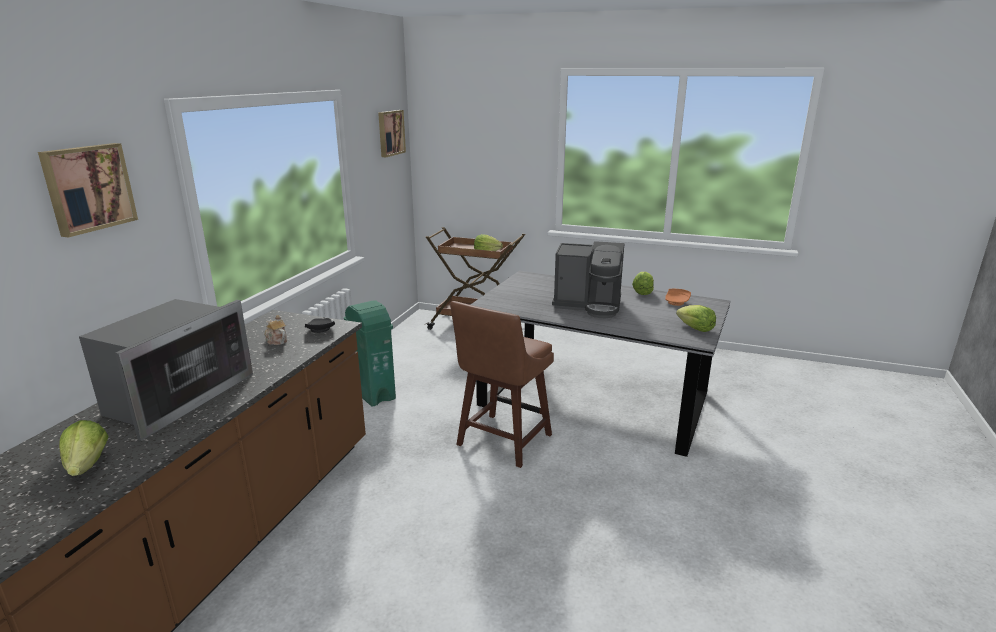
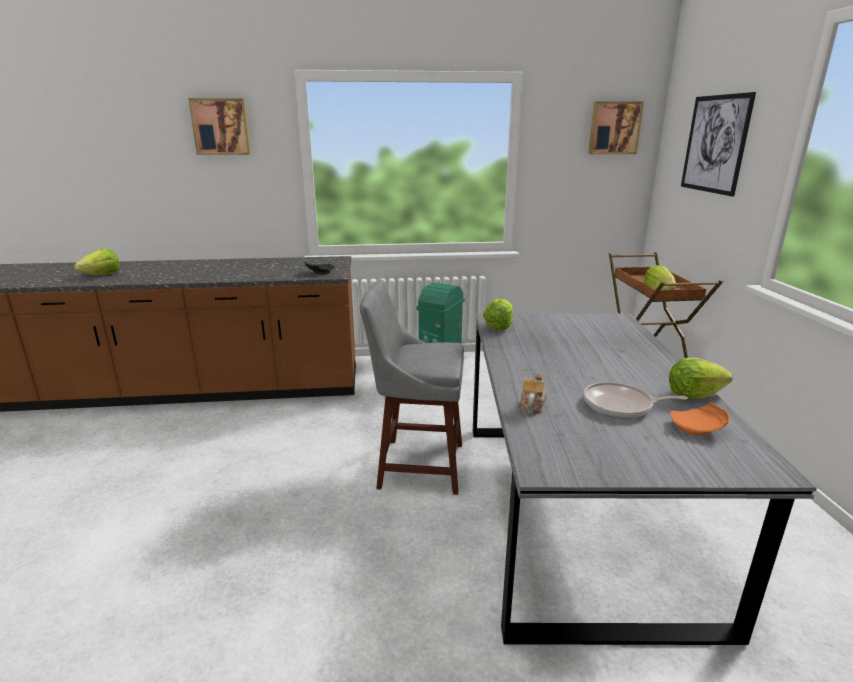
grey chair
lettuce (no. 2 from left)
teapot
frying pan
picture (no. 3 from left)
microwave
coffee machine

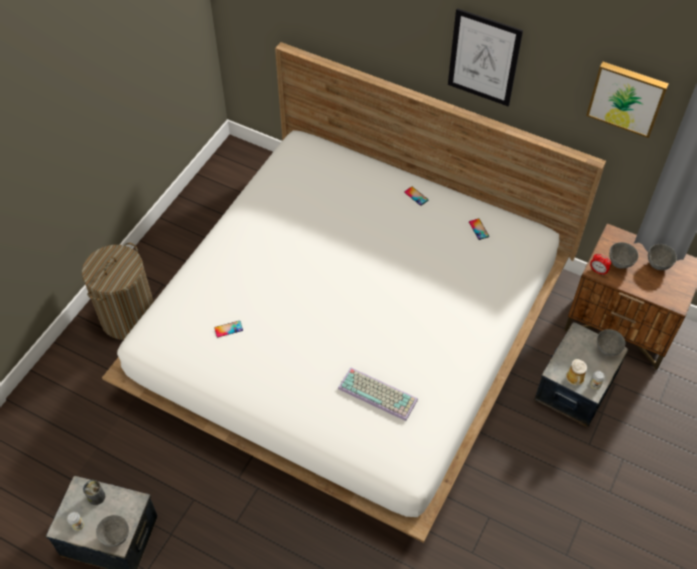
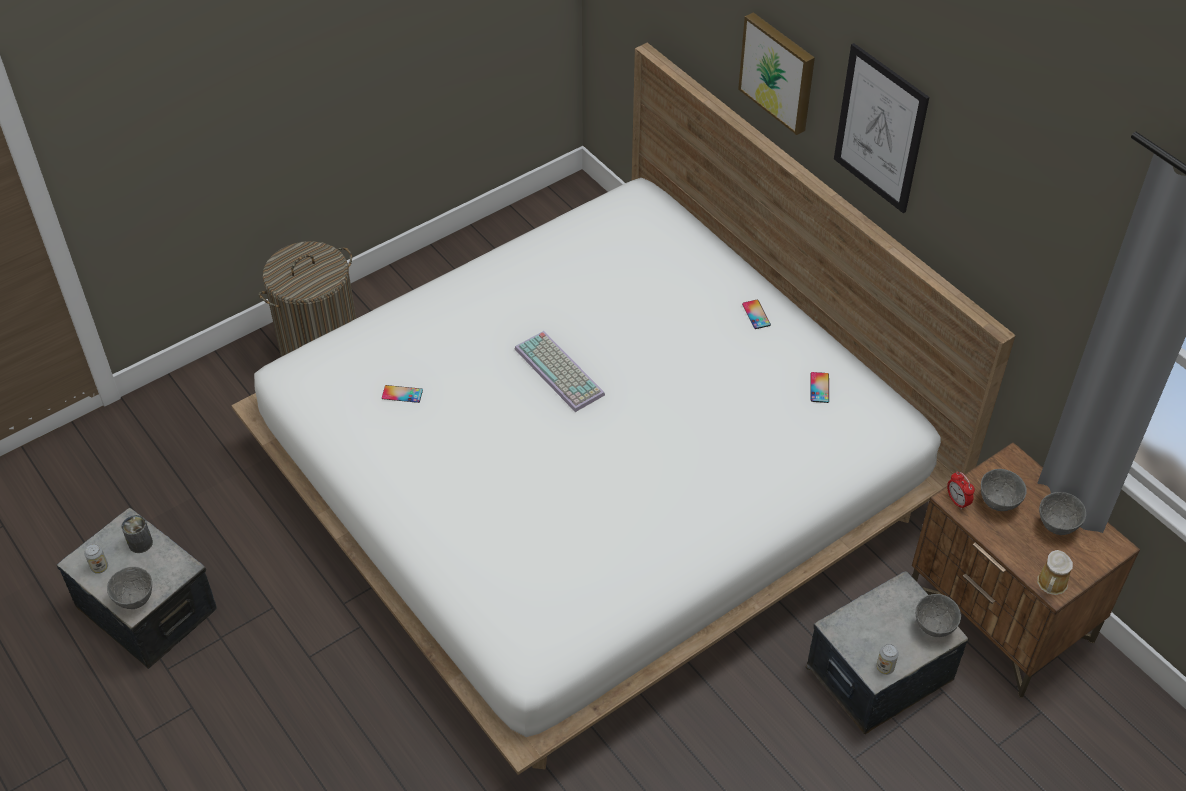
keyboard
picture (no. 1 from left)
mug

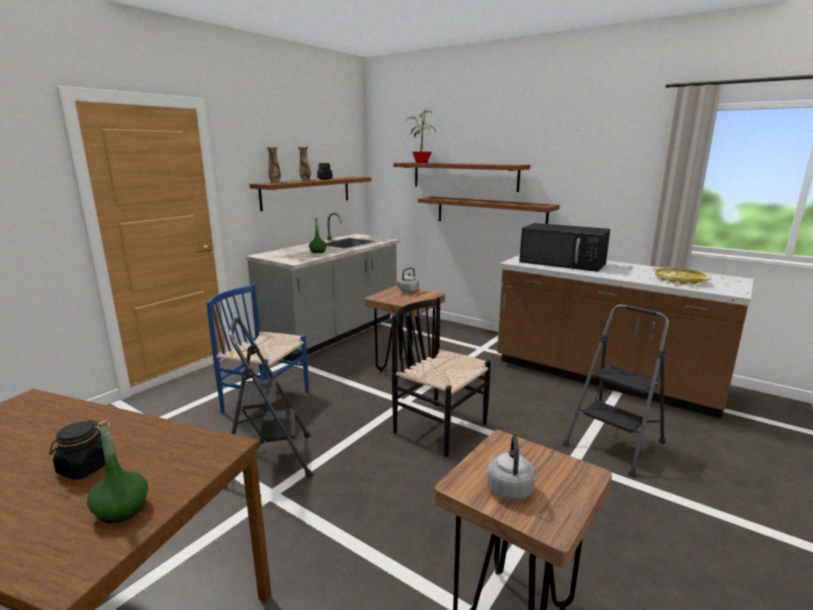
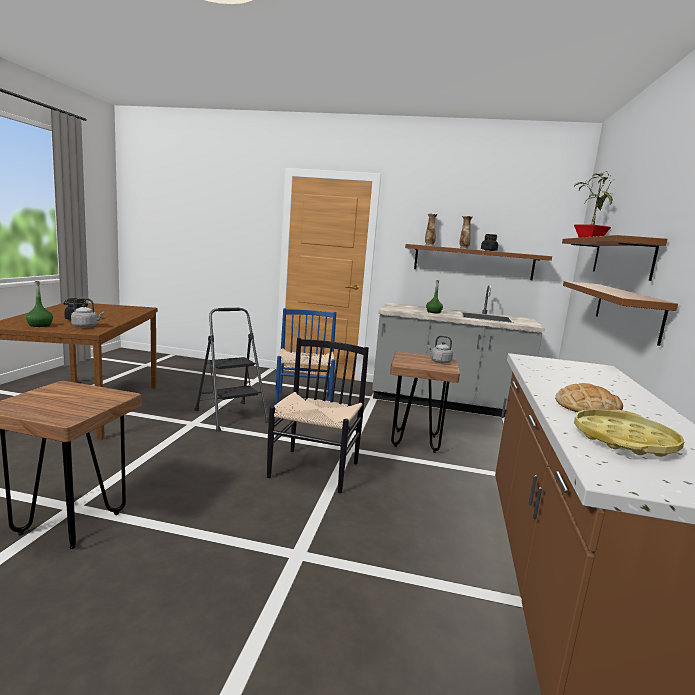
grey kettle (no. 1 from left)
bread
black microwave
black step ladder (no. 2 from left in the first image)

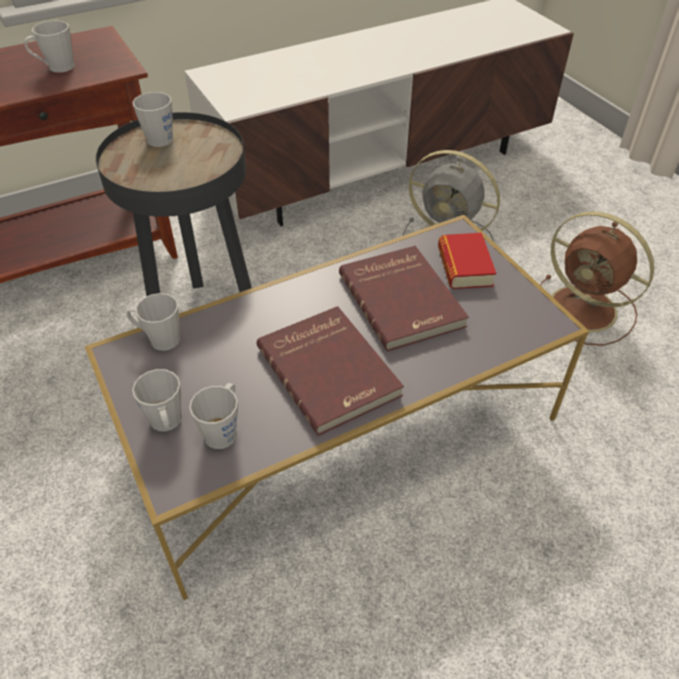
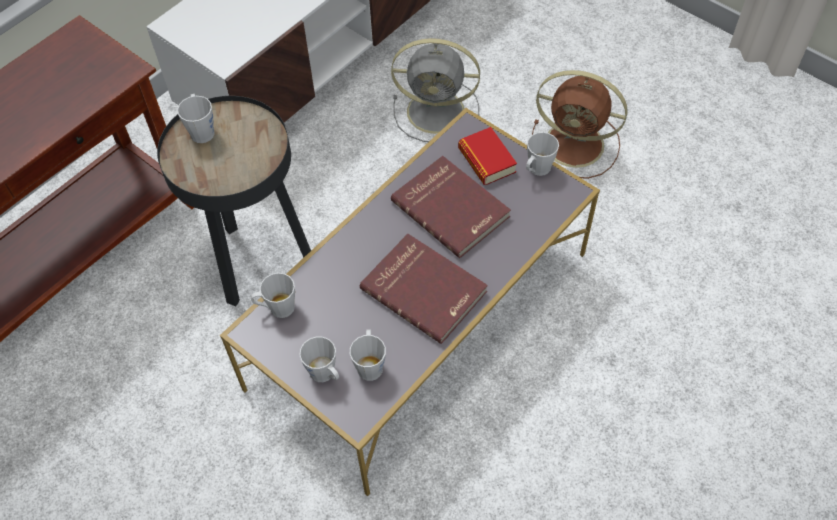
grey mug (no. 5 from left)

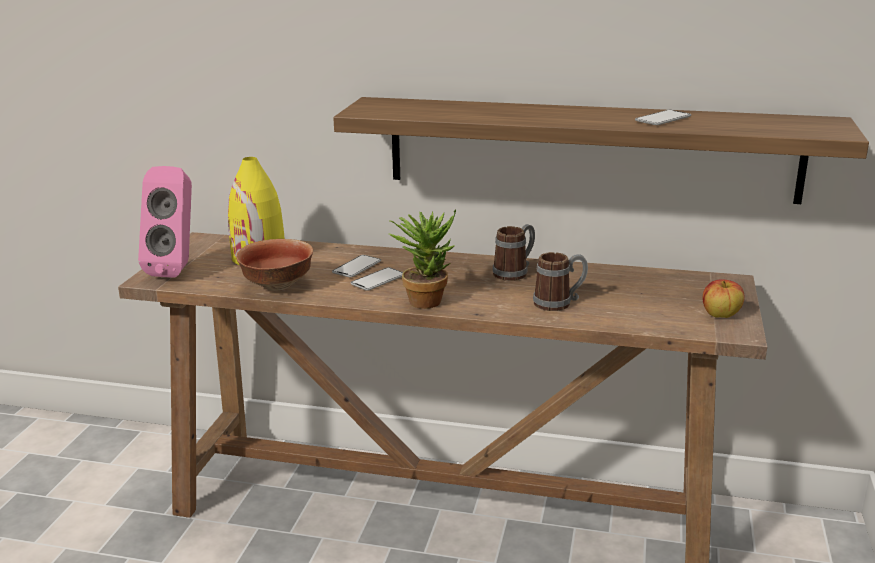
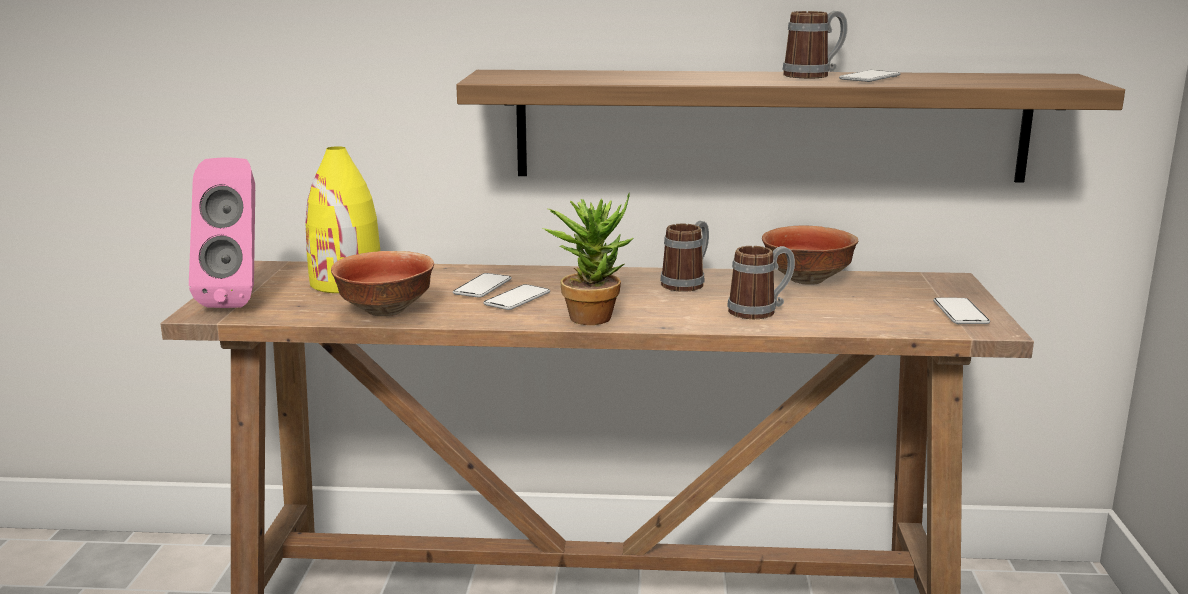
bowl (no. 2 from left)
mug (no. 3 from left)
phone (no. 4 from left)

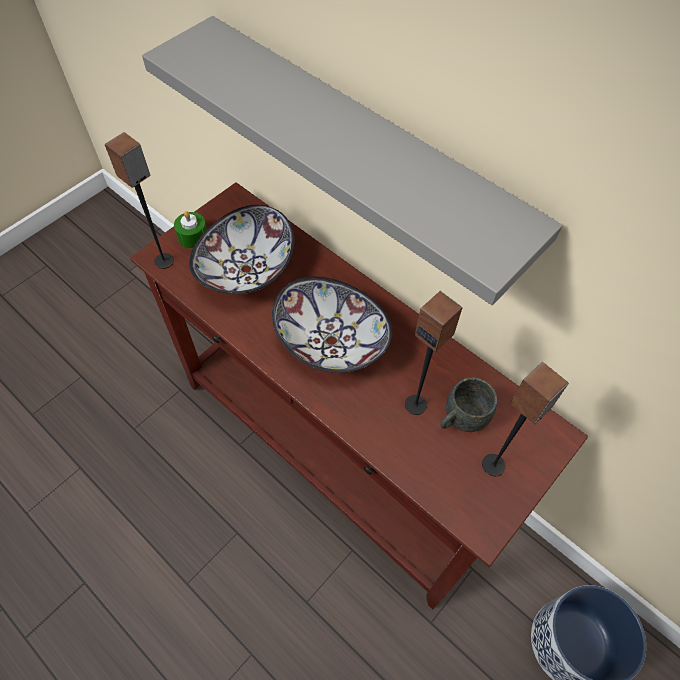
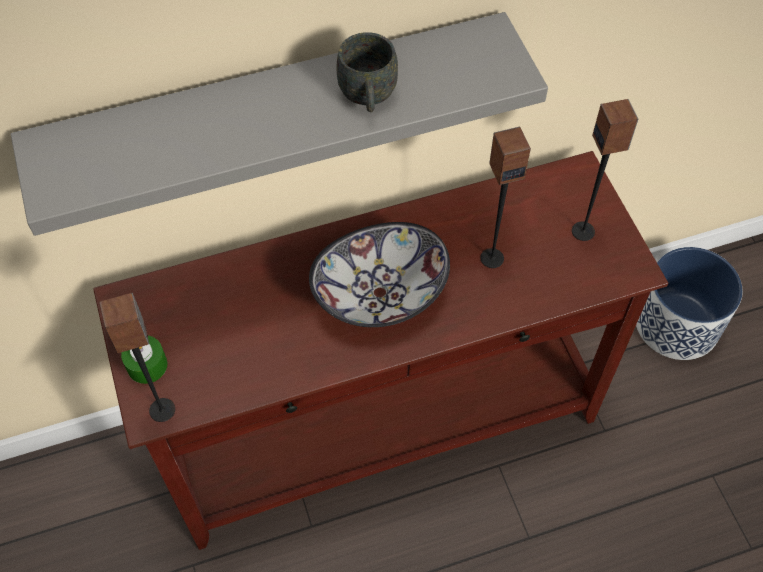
grey mug
bowl (no. 1 from left in the first image)

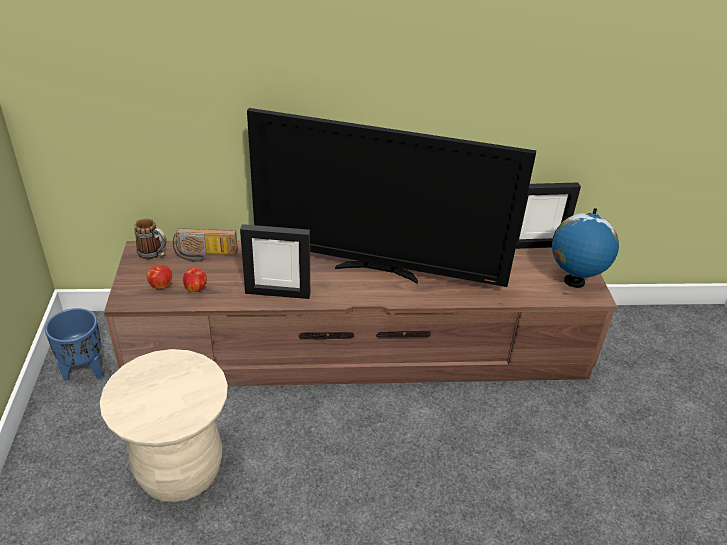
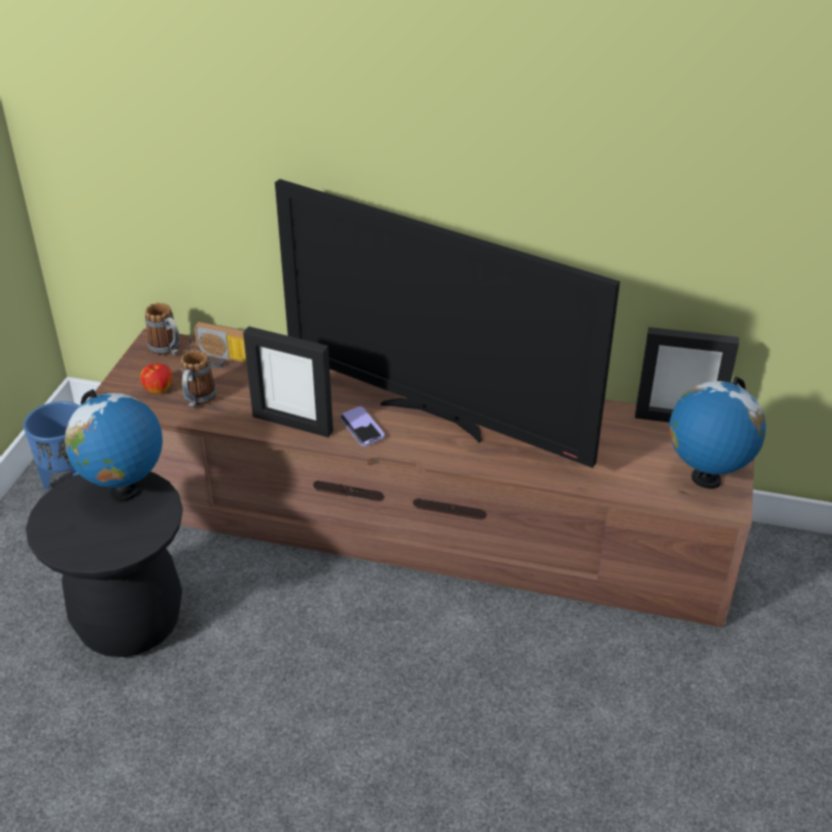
black stool
globe (no. 1 from left)
mug (no. 2 from left)
phone

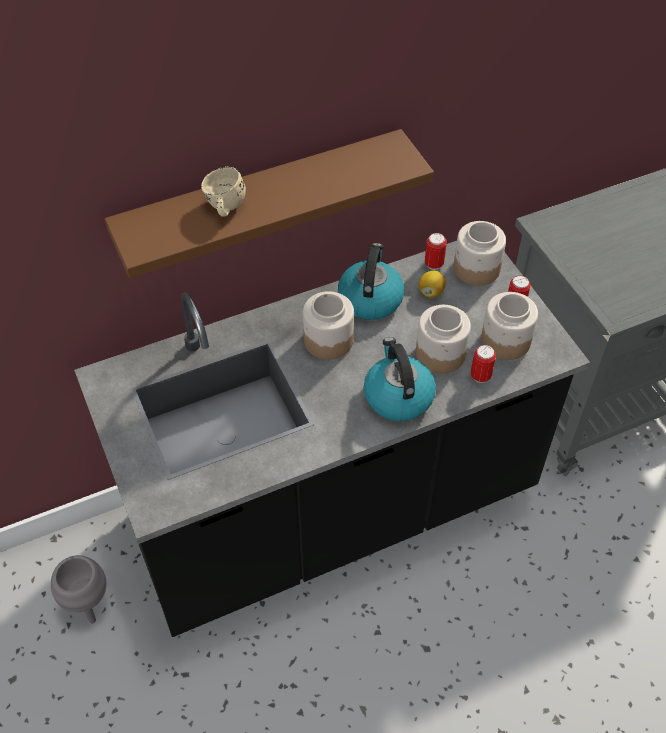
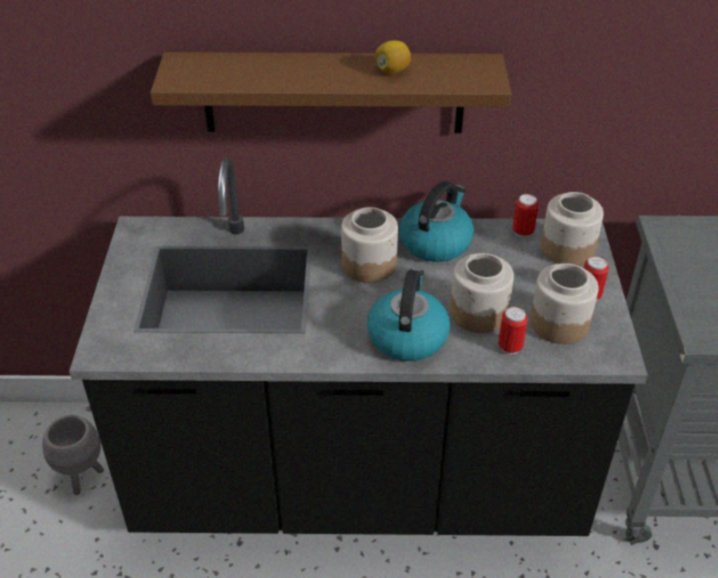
lemon
beige mug

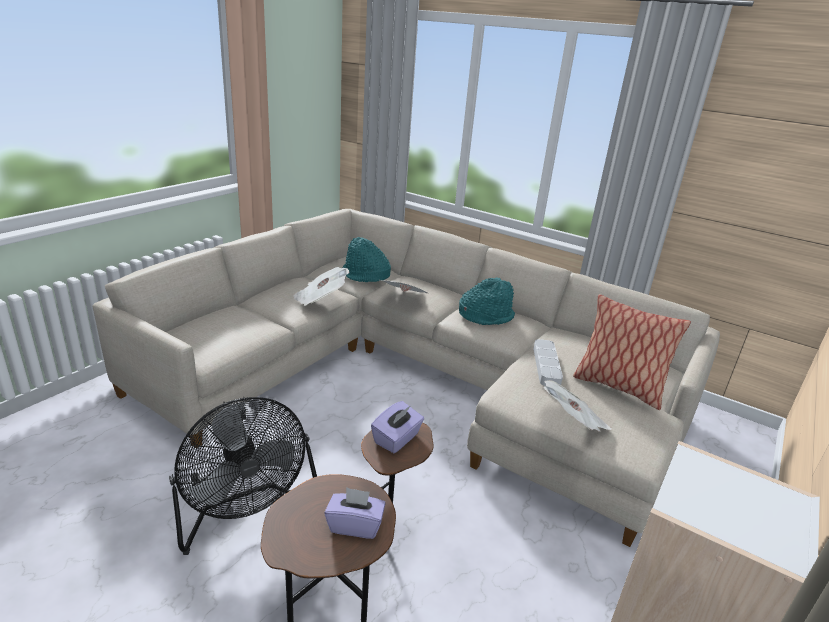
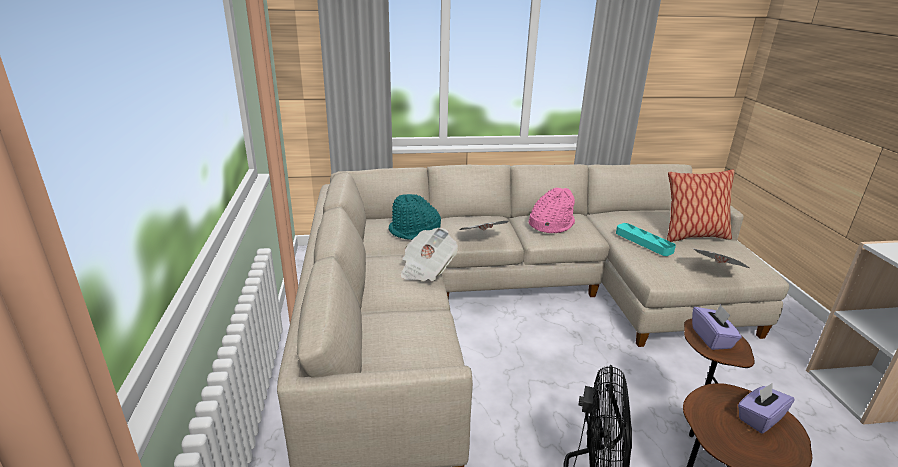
pink hat
turquoise tray

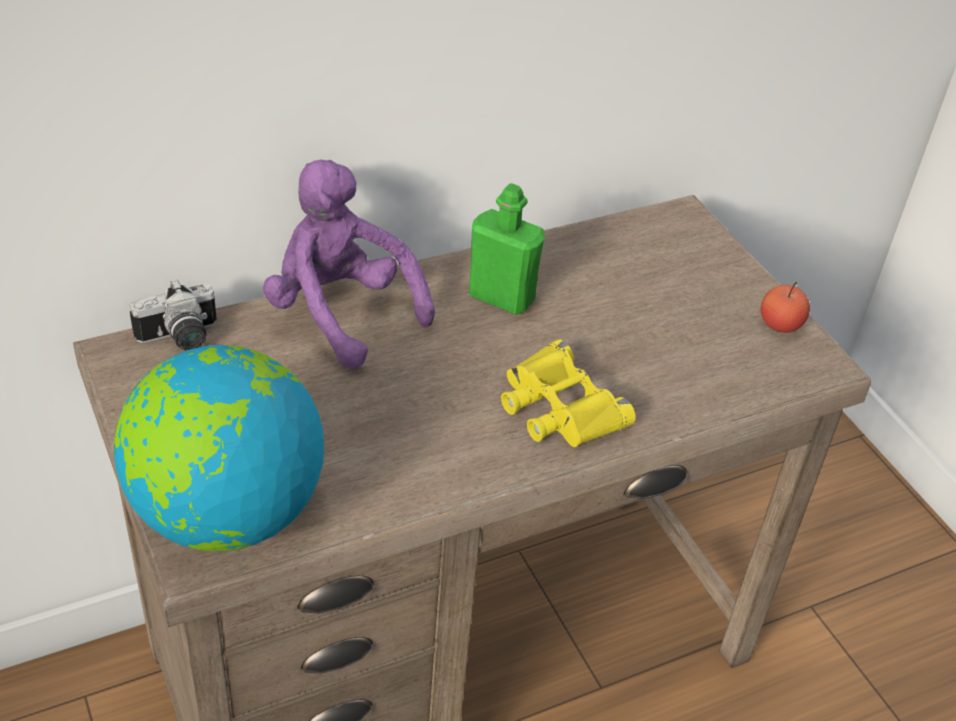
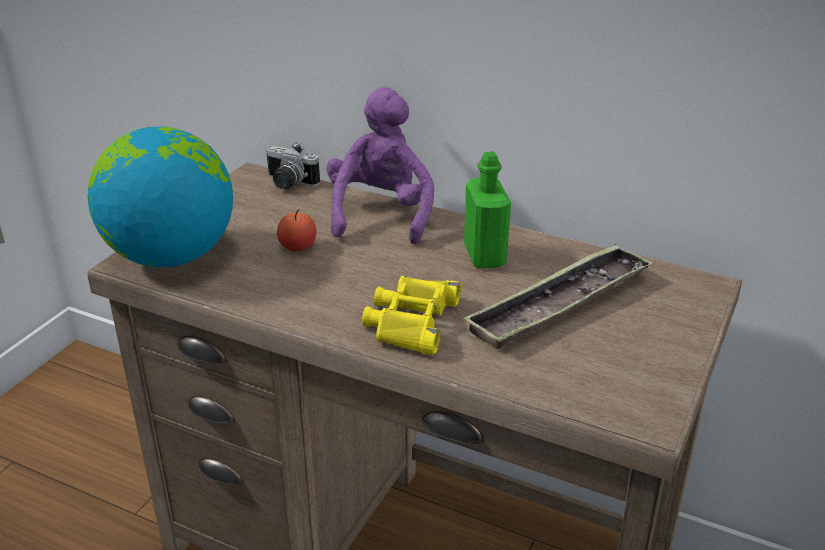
apple
tray

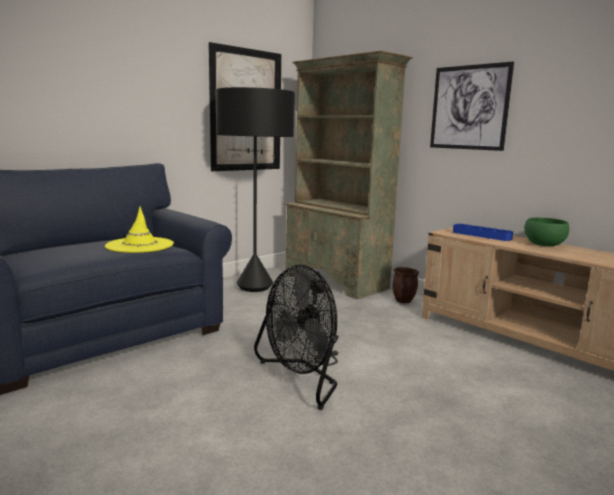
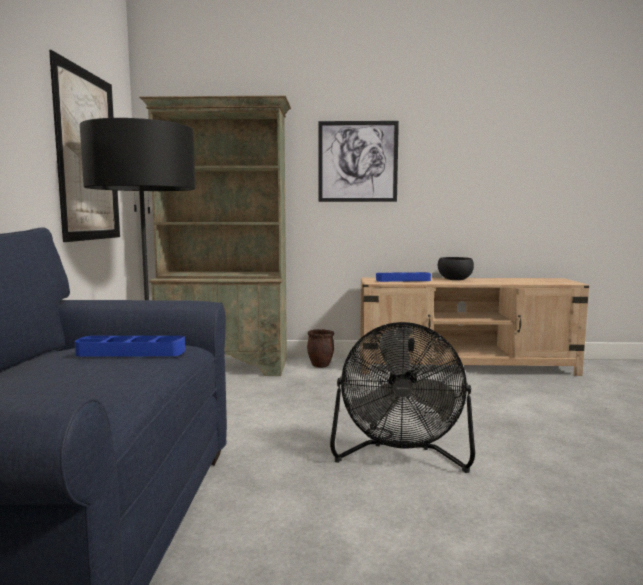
blue tray (no. 1 from left)
black bowl

